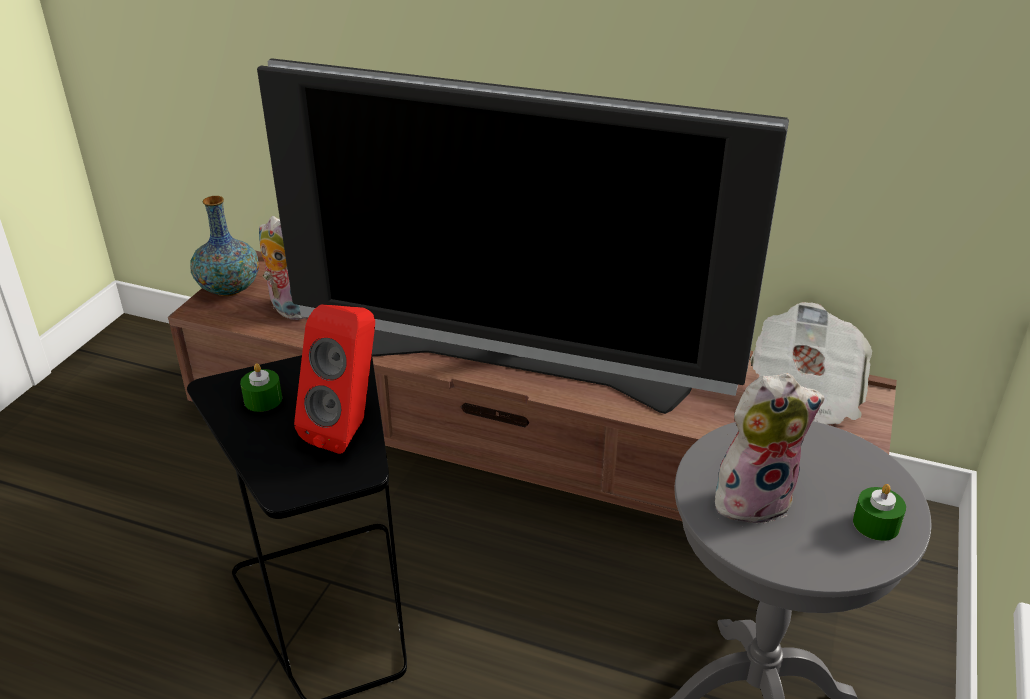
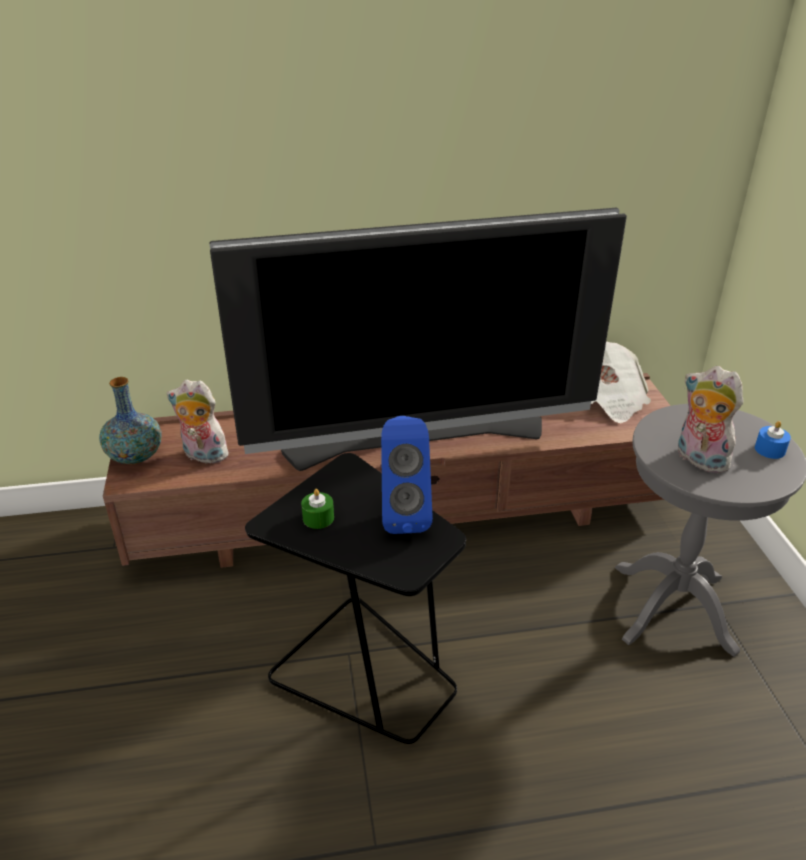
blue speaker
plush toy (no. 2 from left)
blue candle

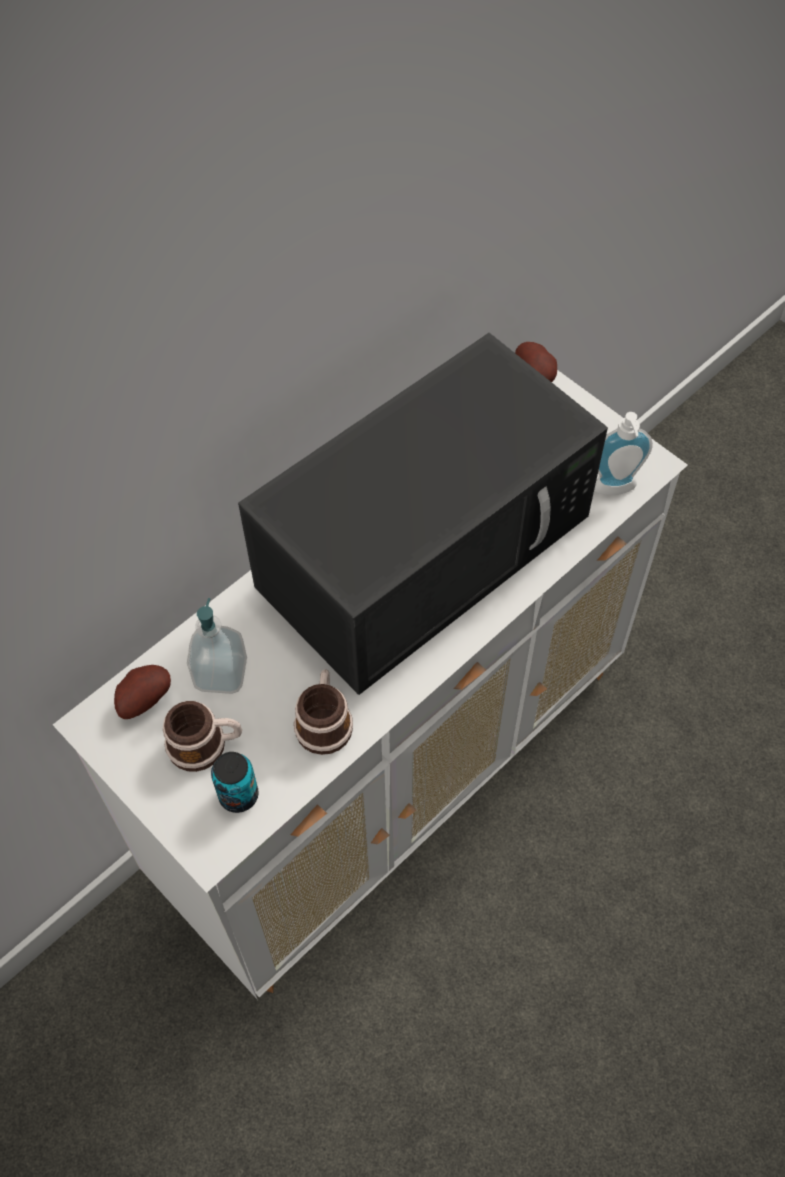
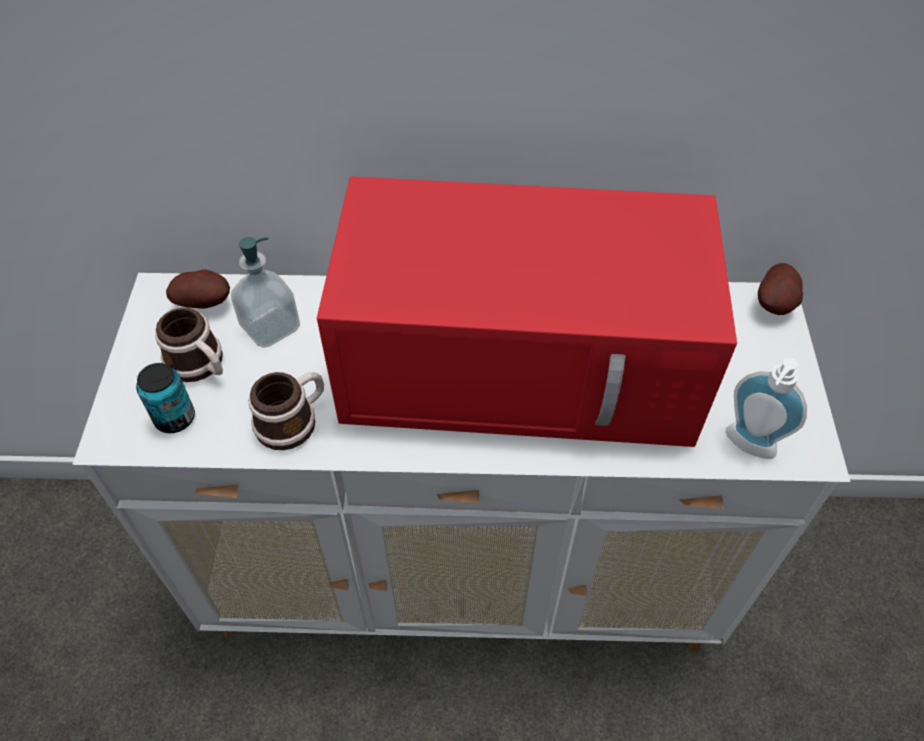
red microwave

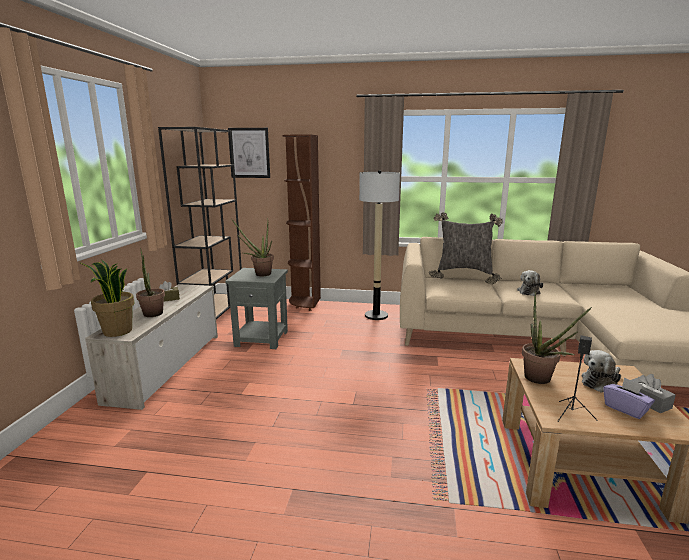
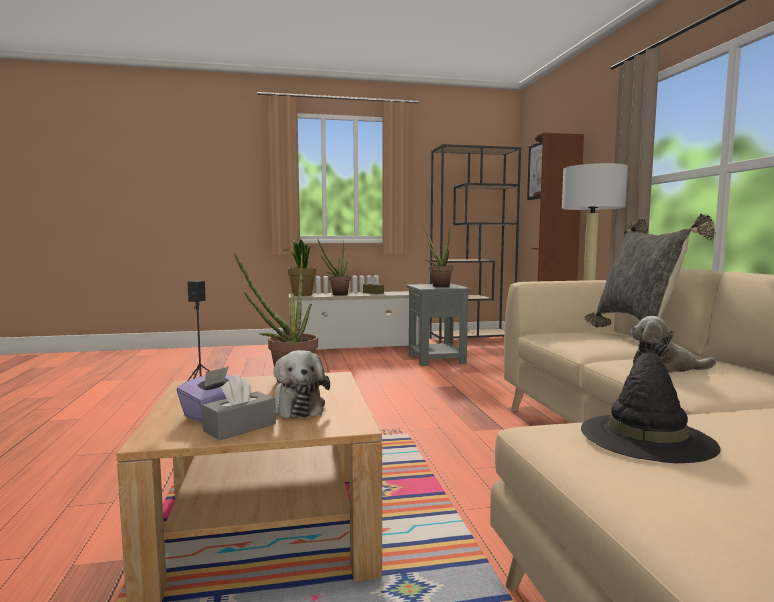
plush toy (no. 1 from left)
black hat

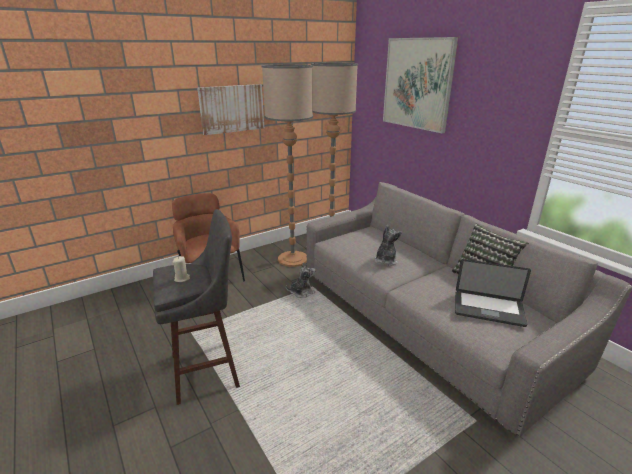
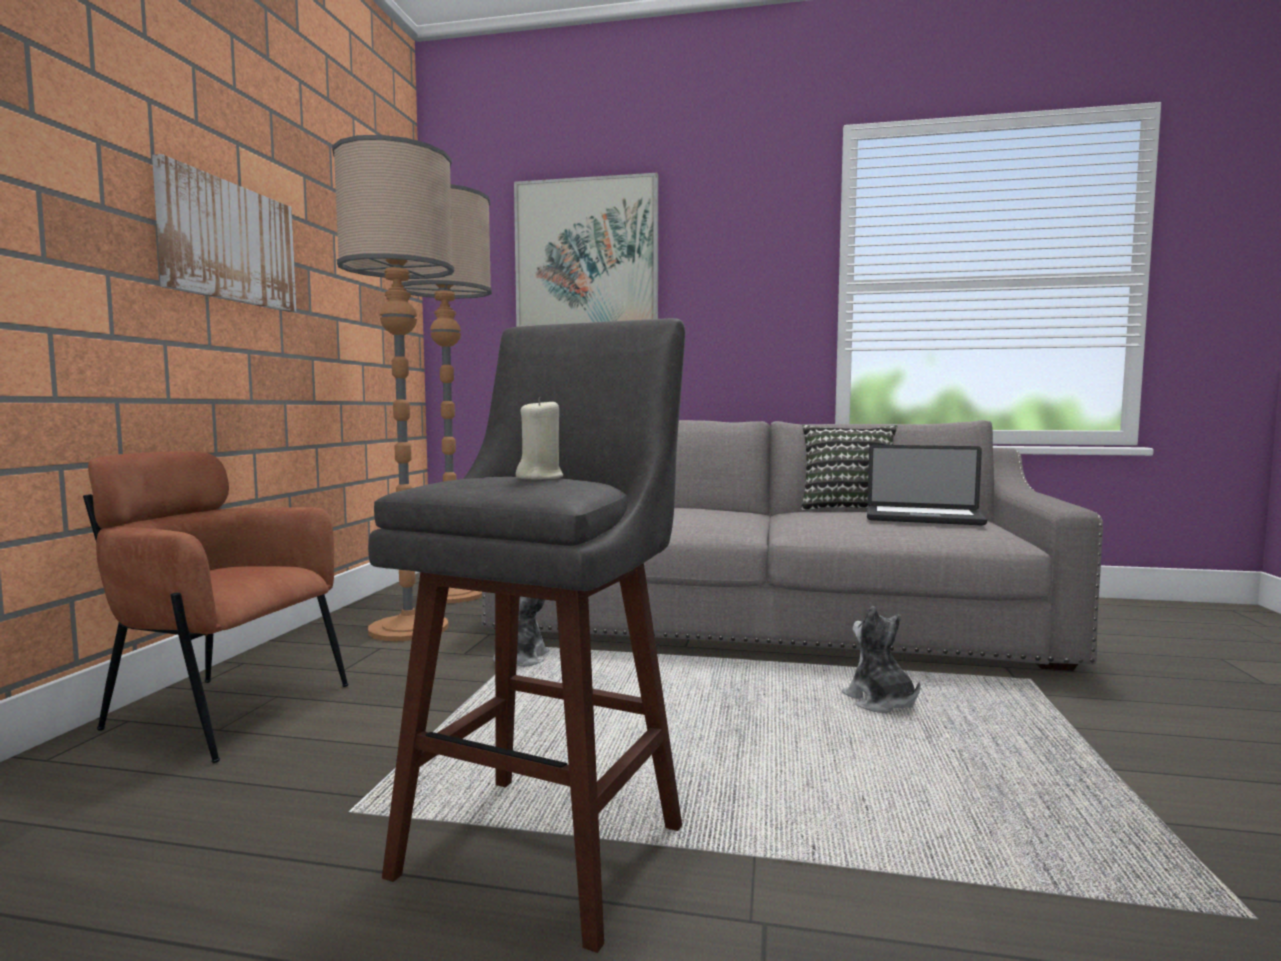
plush toy (no. 2 from left)
laptop

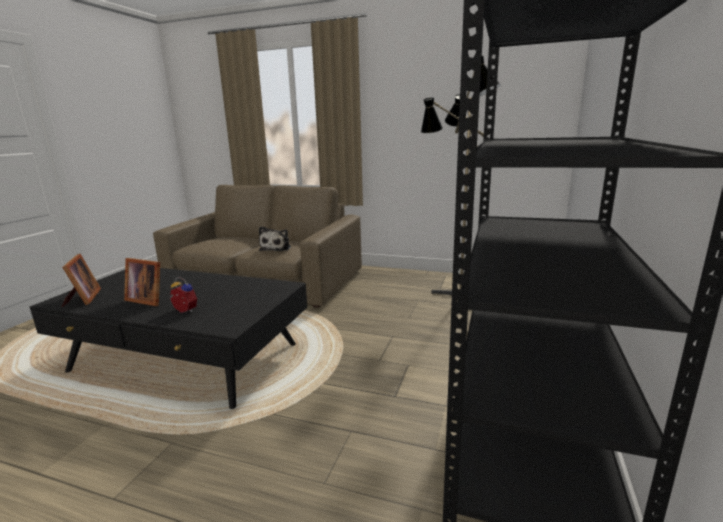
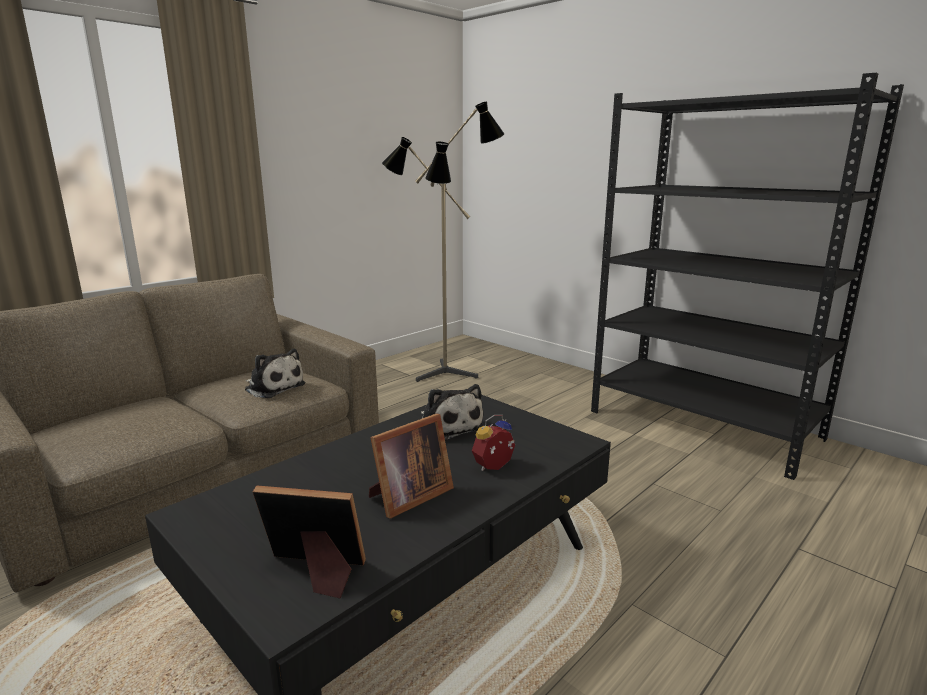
plush toy (no. 2 from left)

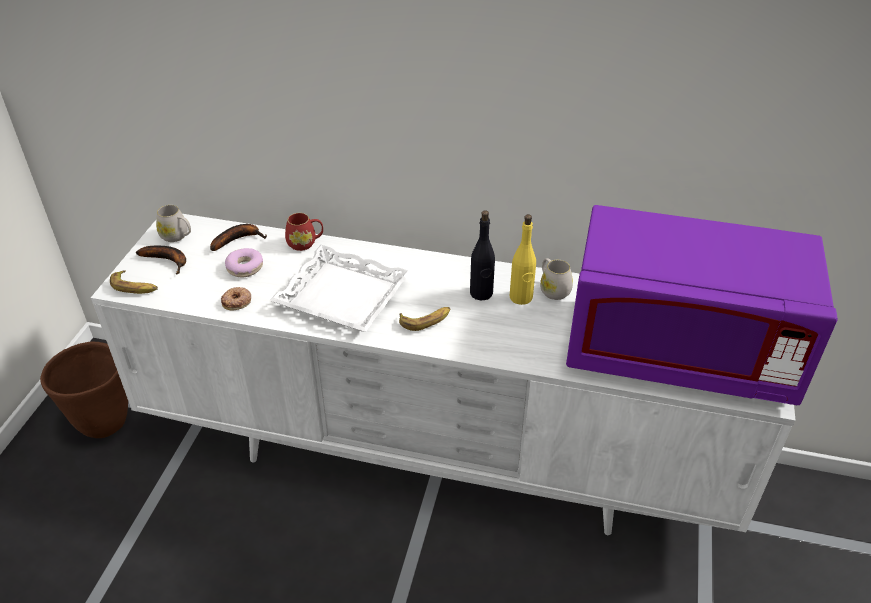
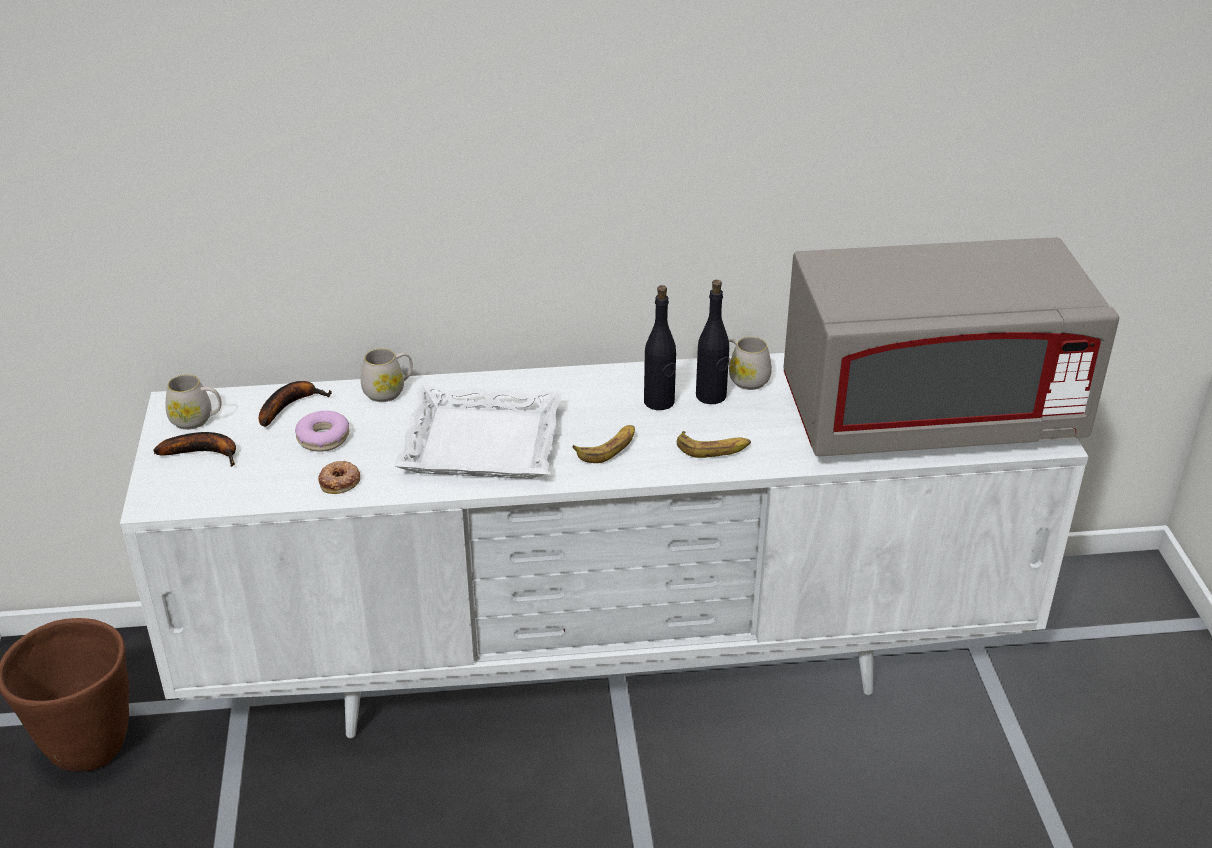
white mug (no. 2 from left)
banana (no. 4 from left)
black bottle (no. 2 from left)
grey microwave

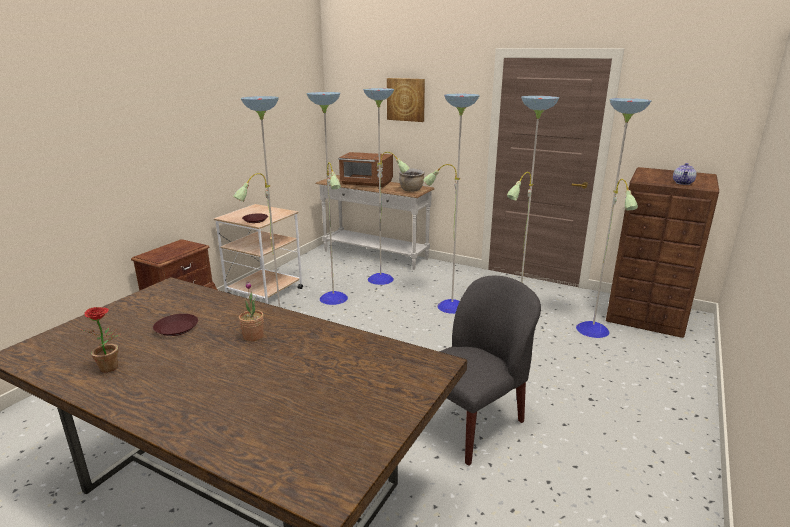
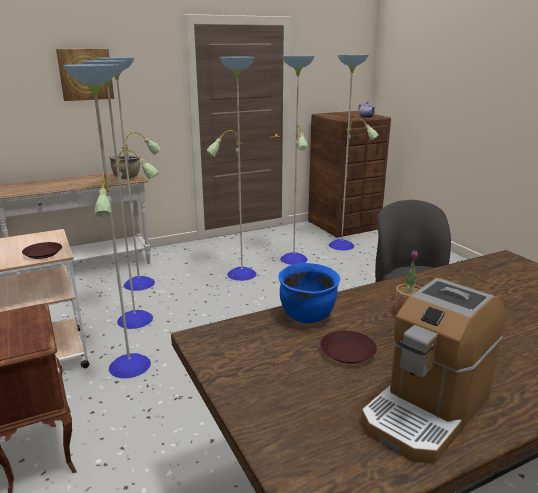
blue cooking pot
coffee machine
brown microwave

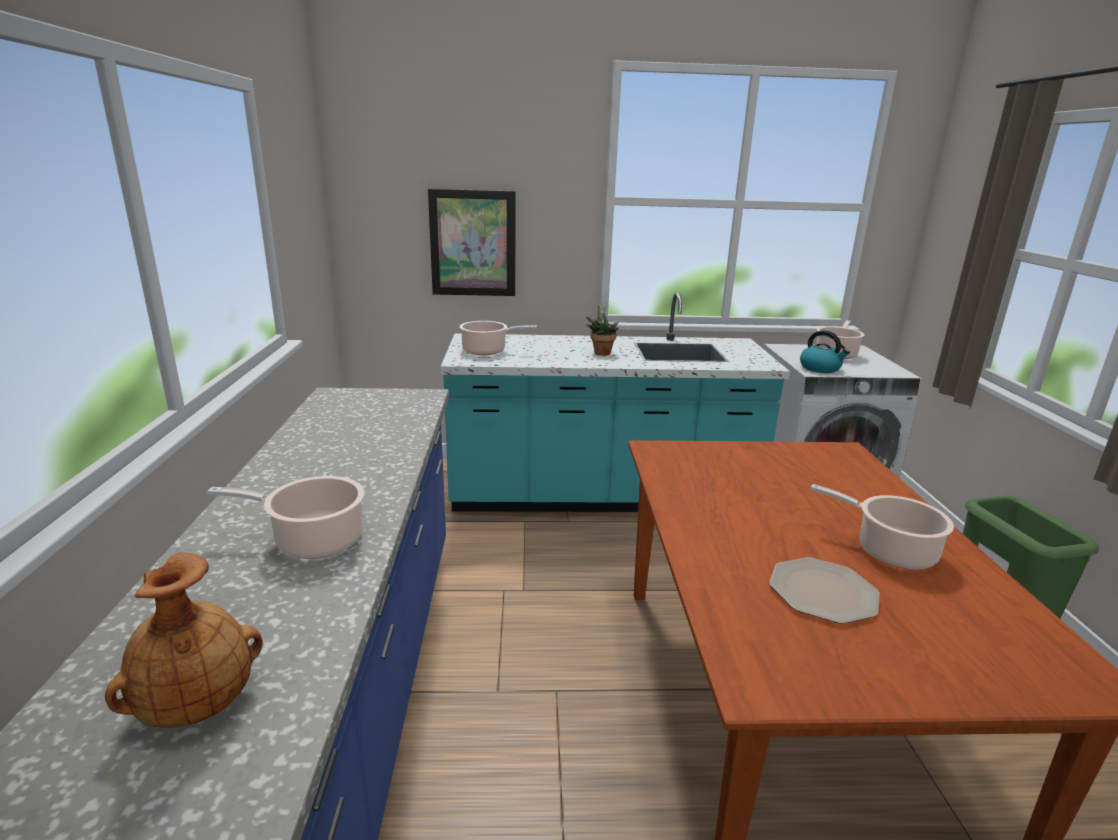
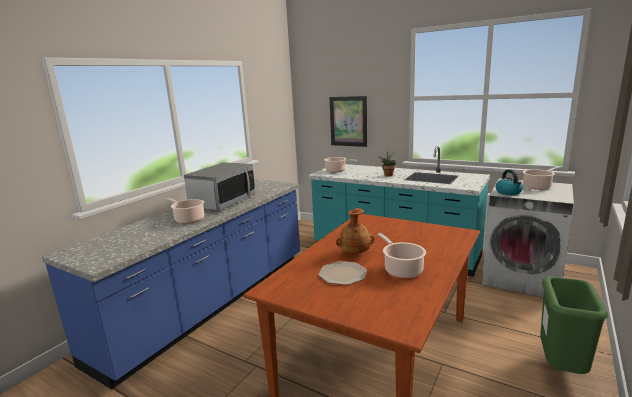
microwave
brown vase

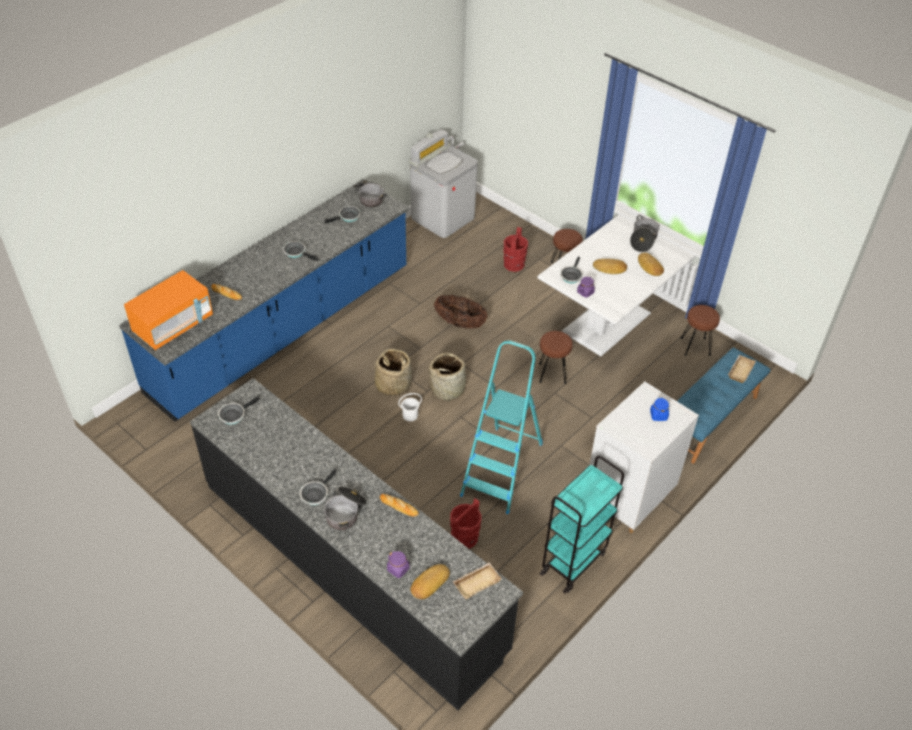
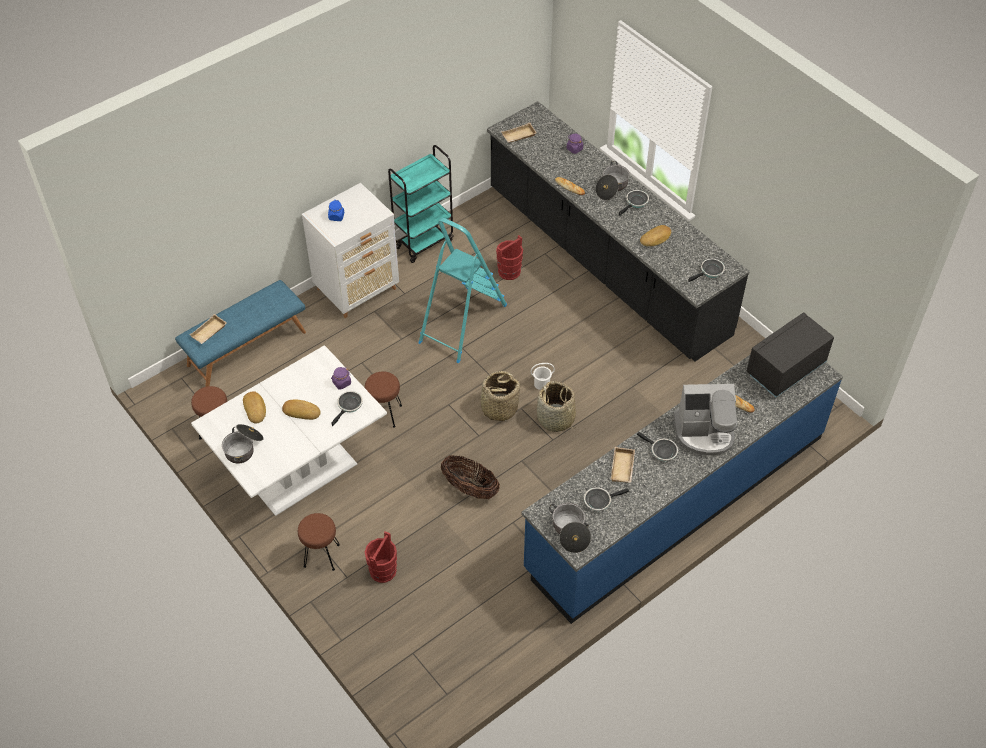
beige tray (no. 3 from left)
bread (no. 4 from left)
coffee machine
black microwave
grey washing machine

